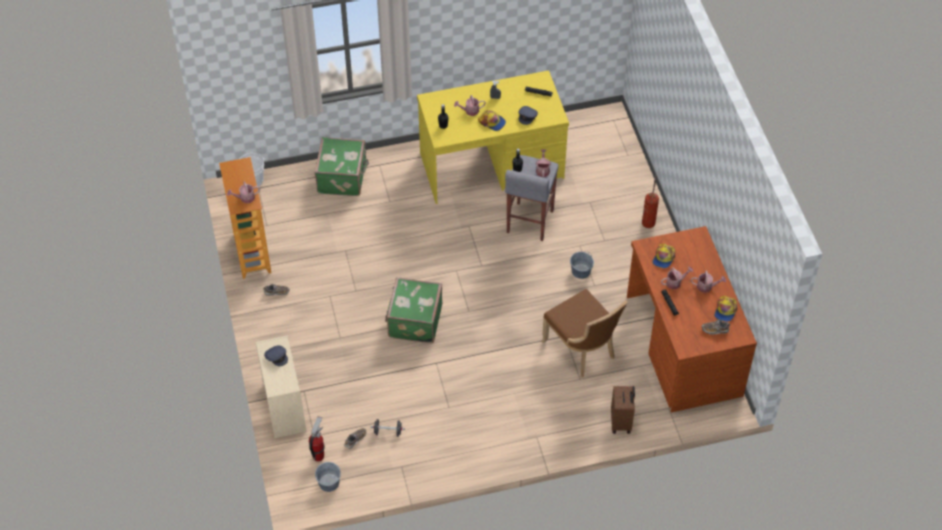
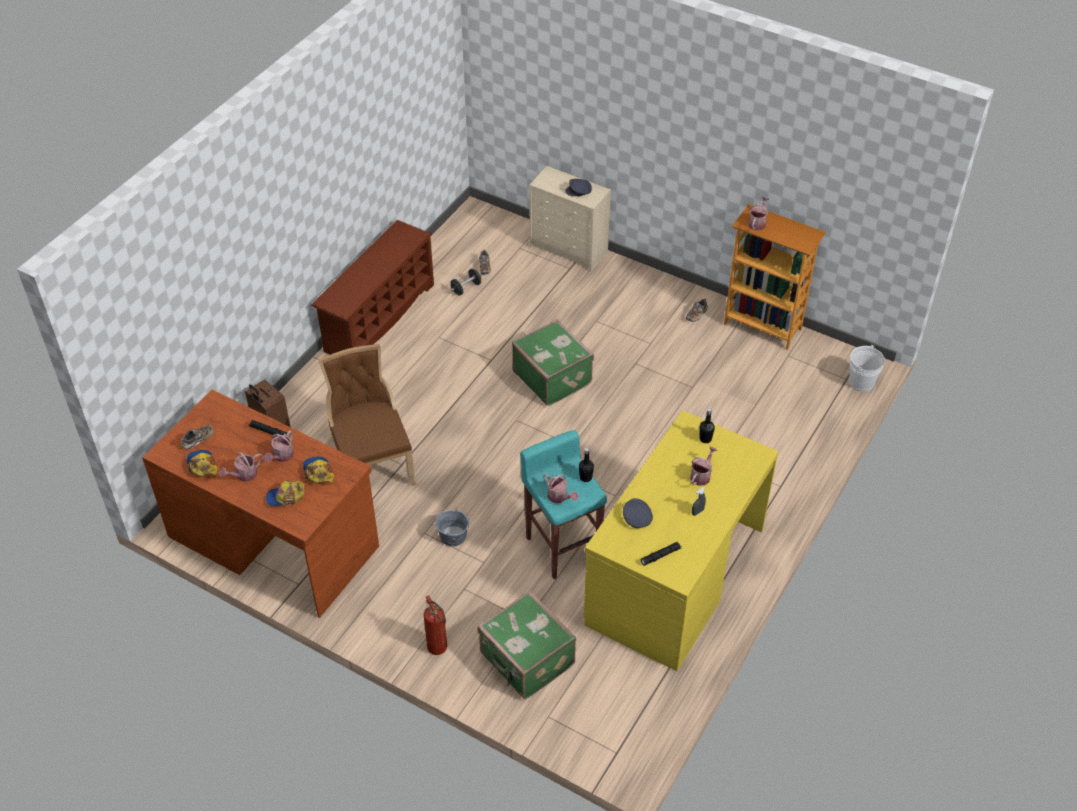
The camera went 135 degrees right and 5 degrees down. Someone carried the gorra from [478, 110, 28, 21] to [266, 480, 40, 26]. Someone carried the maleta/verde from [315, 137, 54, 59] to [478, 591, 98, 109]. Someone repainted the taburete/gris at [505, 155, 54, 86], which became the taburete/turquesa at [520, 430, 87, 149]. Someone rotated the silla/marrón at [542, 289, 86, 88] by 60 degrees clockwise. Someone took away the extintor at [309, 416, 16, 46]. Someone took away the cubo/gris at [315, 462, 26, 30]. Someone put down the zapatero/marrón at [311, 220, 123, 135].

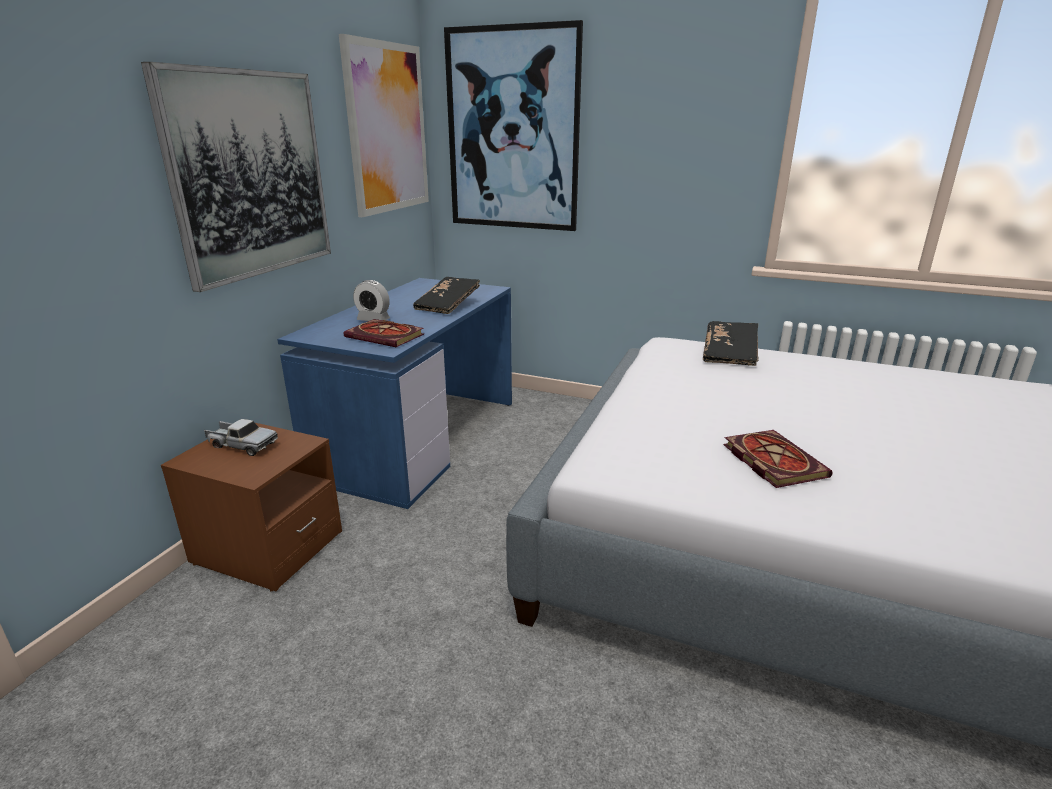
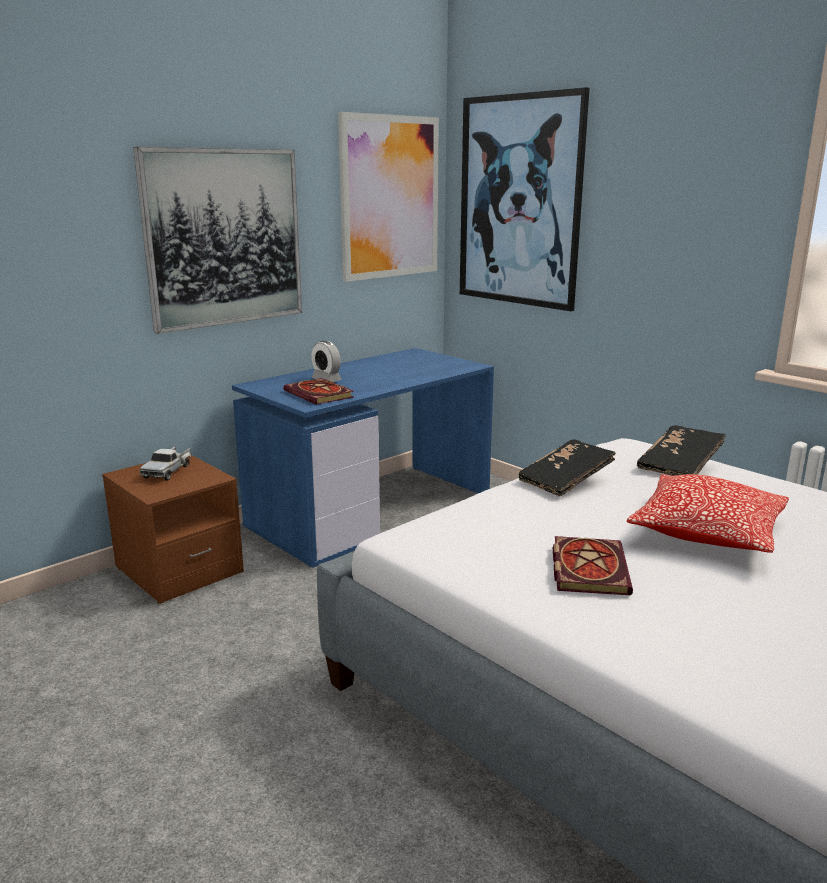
The camera went 25 degrees right and 5 degrees down. Someone carried the libro/negro from [413, 277, 67, 37] to [519, 439, 97, 58]. Someone rotated the camión de juguete at [204, 419, 74, 37] by 60 degrees clockwise. Someone put down the cojín at [627, 474, 162, 79].

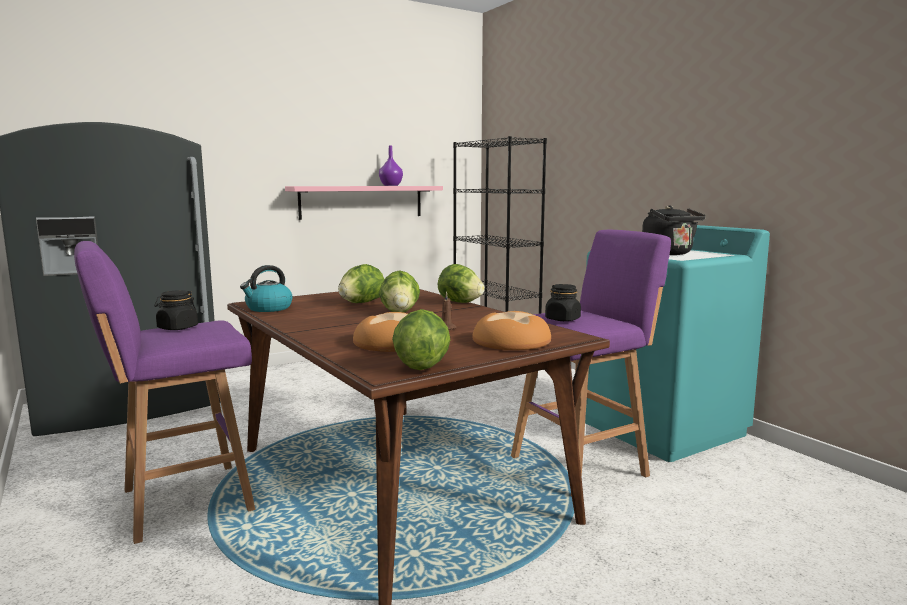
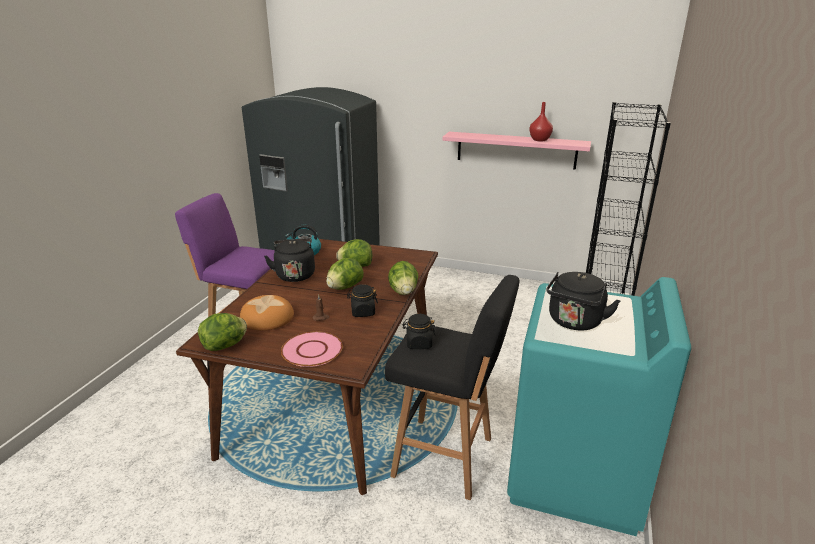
The camera went 50 degrees right and 15 degrees up. Someone repainted the florero/morado at [379, 145, 24, 41], which became the florero/rojo at [529, 102, 24, 39]. Someone repainted the taburete/morado at [511, 230, 160, 267], which became the taburete/negro at [385, 275, 135, 225]. Someone carried the tarro/negro from [155, 290, 43, 40] to [347, 284, 31, 33]. Someone swapped the pan at [472, 311, 79, 39] for the plato/rosa at [281, 332, 62, 35]. Someone put down the hervidor/negro at [264, 238, 51, 44].

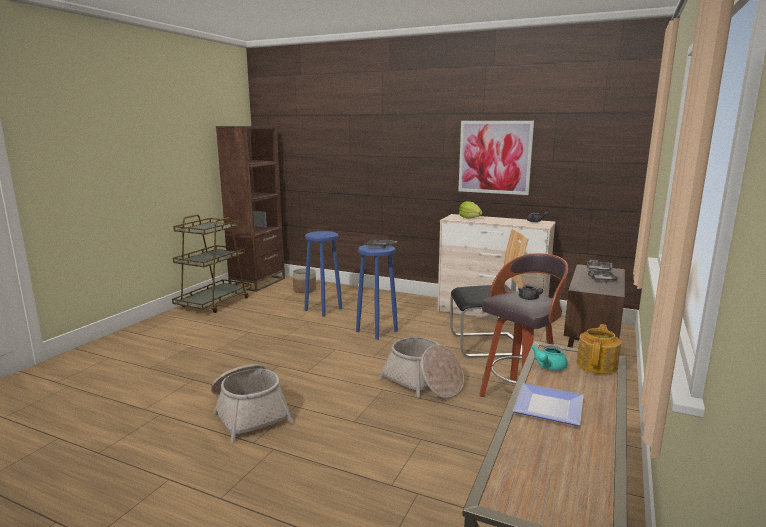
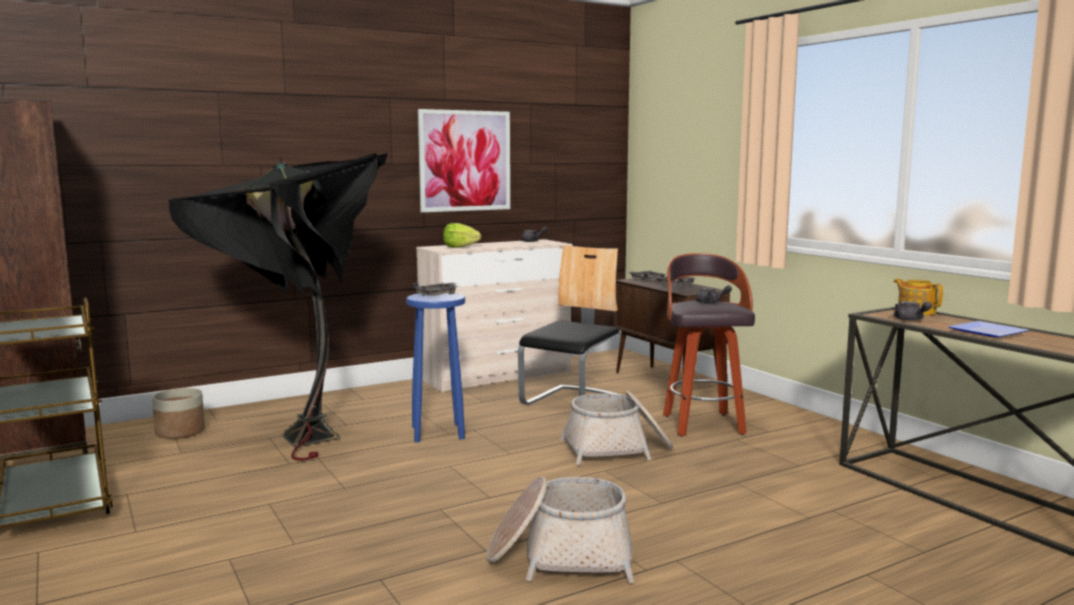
The camera went 55 degrees left and 5 degrees down. Someone swapped the taburete/azul at [305, 231, 37, 85] for the lámpara de pie/negro at [169, 153, 219, 307]. Someone repainted the tetera/turquesa at [531, 345, 37, 25], which became the tetera/gris at [894, 301, 38, 20].

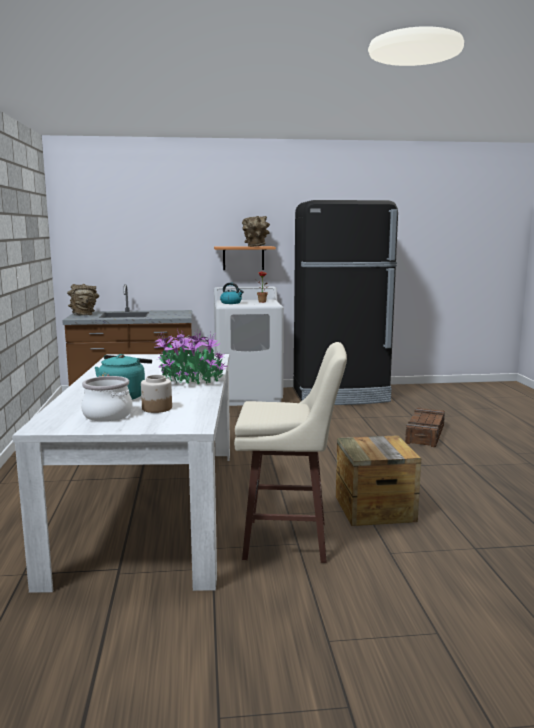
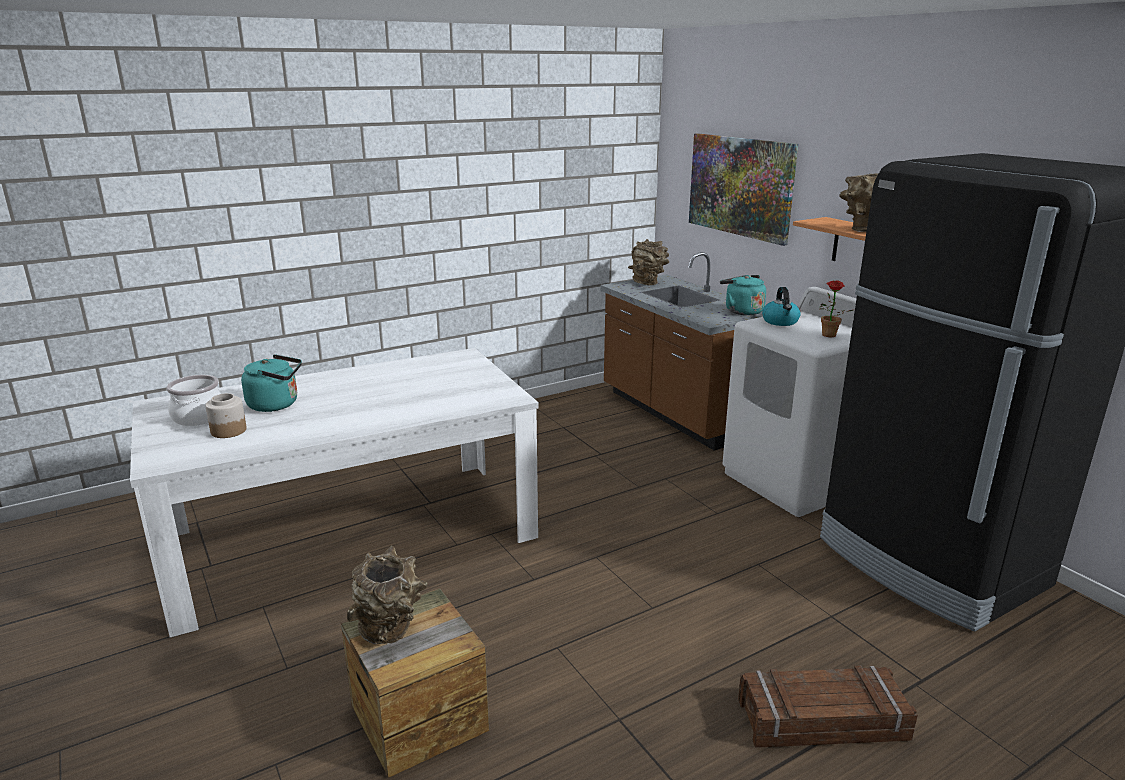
The camera went 65 degrees right and 10 degrees up. Someone took away the planta en maceta at [155, 329, 72, 55]. Someone took away the taburete/beis at [234, 342, 113, 221]. Someone put up the cuadro at [689, 133, 109, 113]. Someone put down the hervidor/turquesa at [720, 275, 46, 40]. Someone put down the florero/marrón at [347, 546, 81, 99].

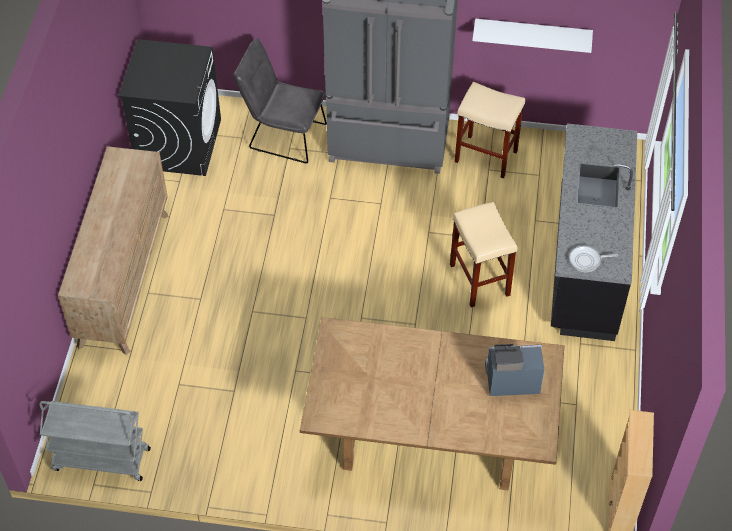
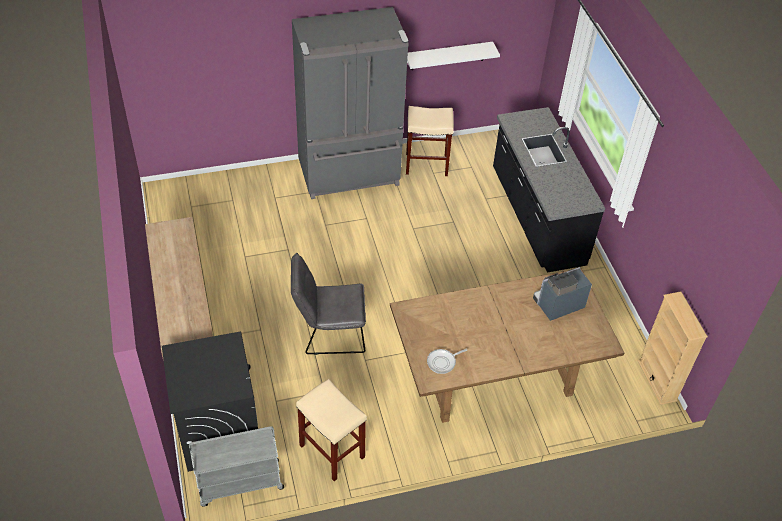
The camera went 25 degrees left and 5 degrees down. Someone carried the silla/gris from [233, 38, 94, 125] to [291, 253, 75, 102]. Someone carried the lavadora/negro from [119, 39, 102, 137] to [162, 332, 96, 140]. Someone carried the taburete/beis from [450, 202, 67, 105] to [296, 379, 71, 102]. Someone carried the sartén from [569, 246, 49, 26] to [427, 348, 40, 26].

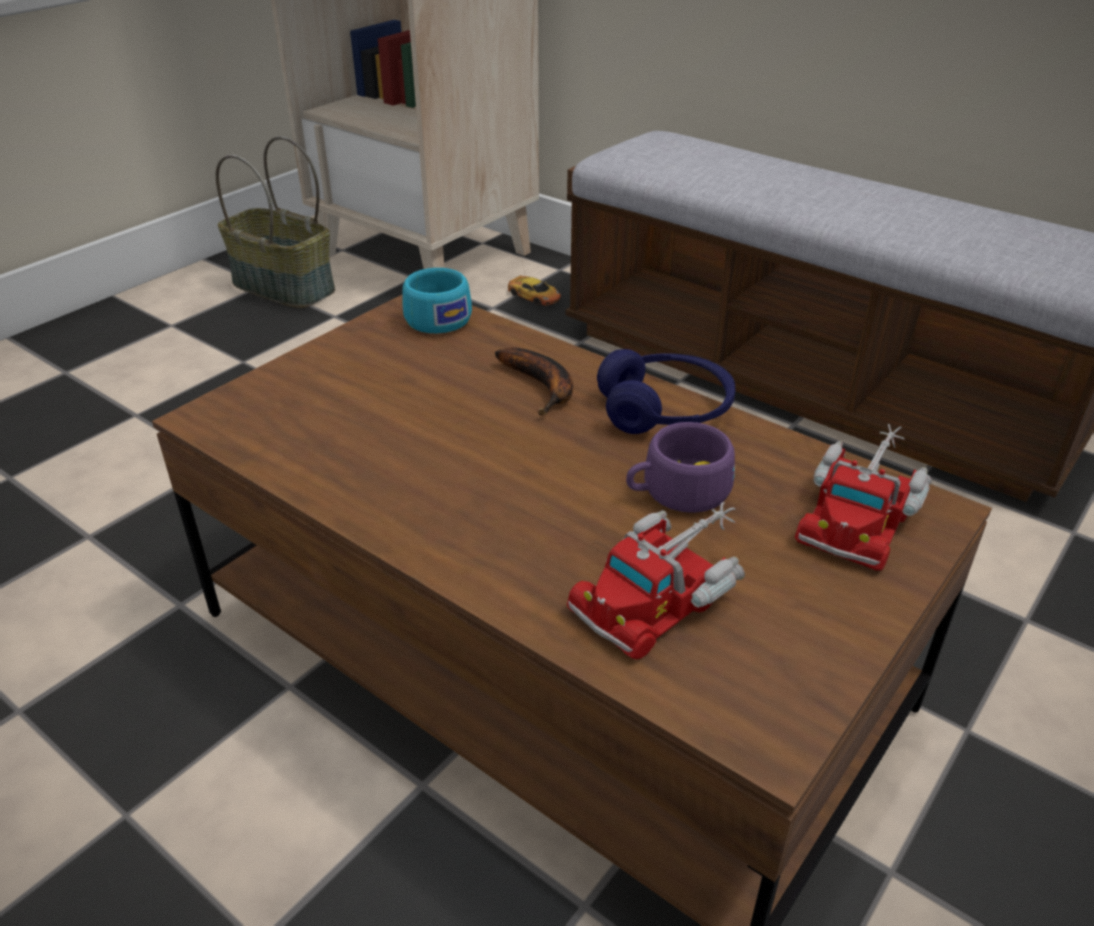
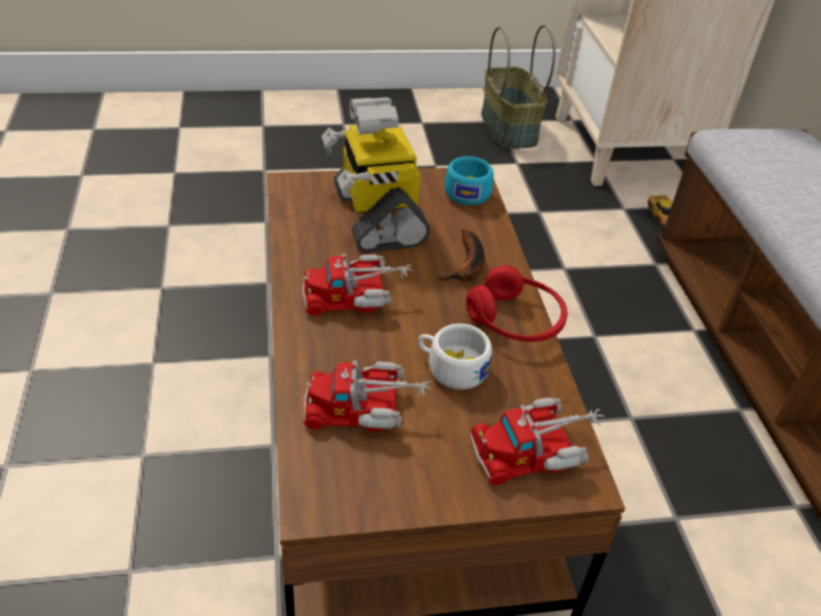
The camera went 40 degrees right and 5 degrees up. Someone repainted the auriculares/azul at [597, 349, 139, 85], which became the auriculares/rojo at [466, 265, 102, 77]. Someone repainted the taza/morado at [626, 422, 109, 91], which became the taza/blanco at [418, 323, 74, 67]. Someone put down the robot de juguete at [322, 97, 108, 156]. Someone put down the camión de juguete at [302, 254, 111, 62].

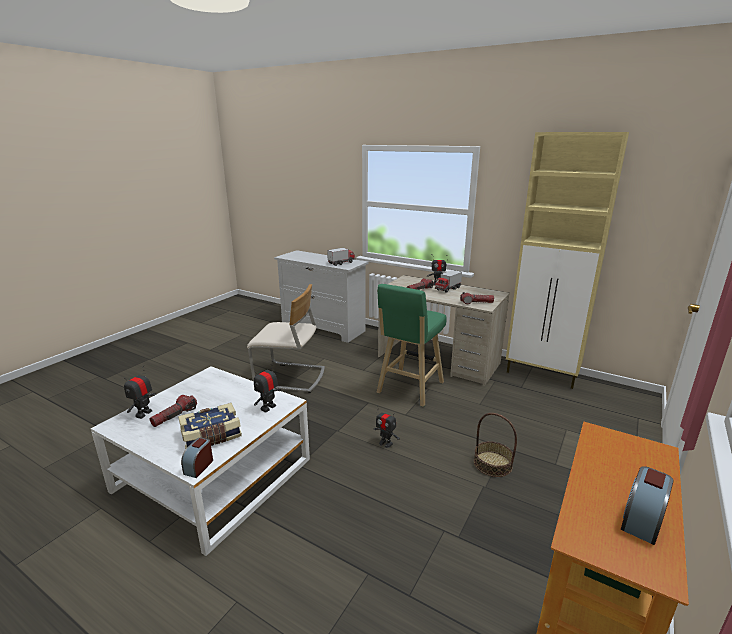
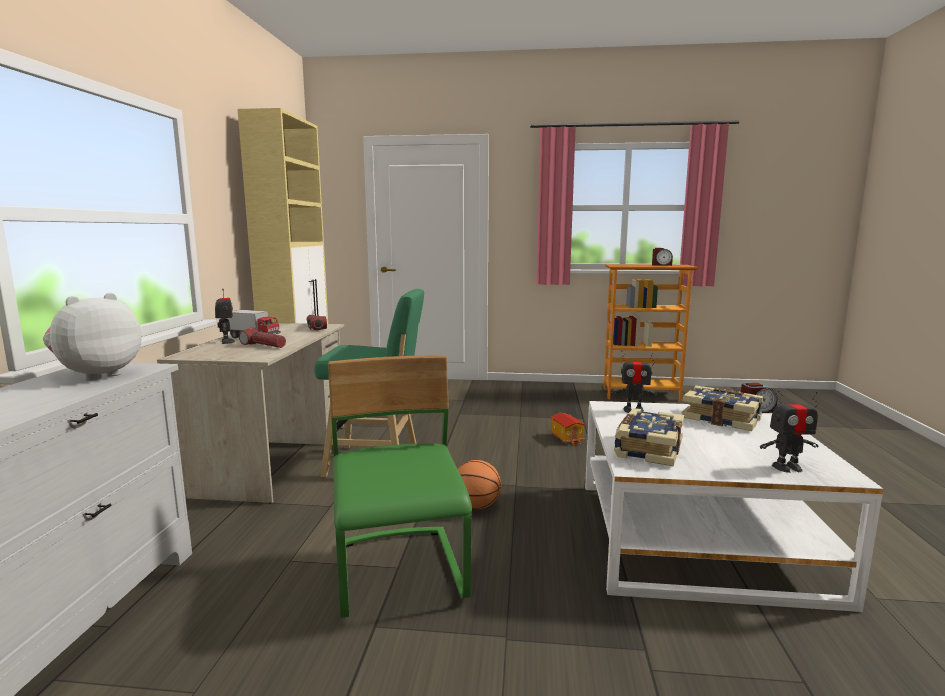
The camera went 115 degrees left and 10 degrees down. Someone swapped the camión de juguete at [327, 248, 28, 18] for the peluche at [43, 293, 99, 88]. Someone repainted the silla/beis at [247, 284, 78, 109], which became the silla/verde at [328, 355, 144, 263]. Someone took away the linterna at [150, 395, 47, 32]. Someone took away the robot de juguete at [373, 407, 27, 41]. Someone took away the cesta at [474, 413, 43, 64]. Someone put down the libro at [614, 408, 70, 58]. Someone put down the casita at [550, 413, 36, 32]. Someone put down the balón de baloncesto at [458, 460, 43, 49].

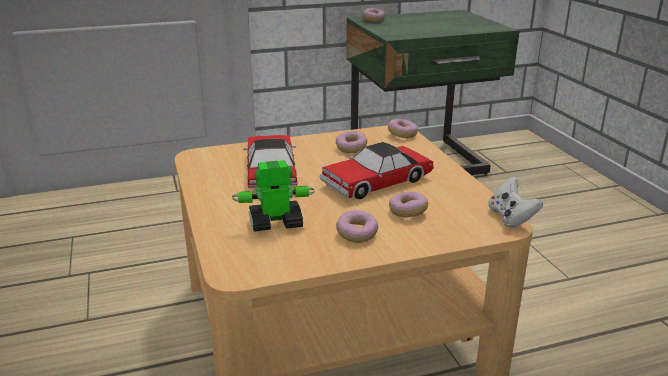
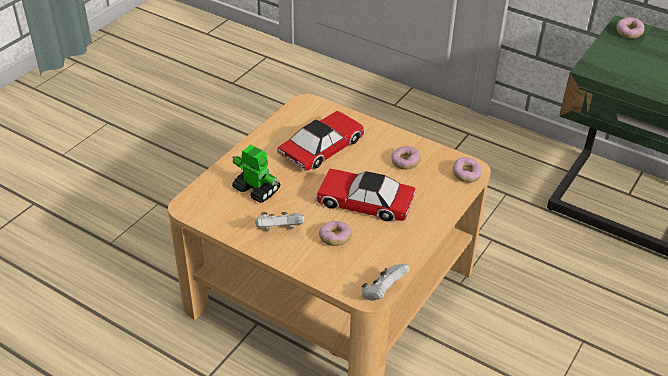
The camera went 50 degrees right and 15 degrees up. Someone swapped the rosquilla at [336, 210, 42, 33] for the mando de consola/blanco at [255, 212, 50, 19].

